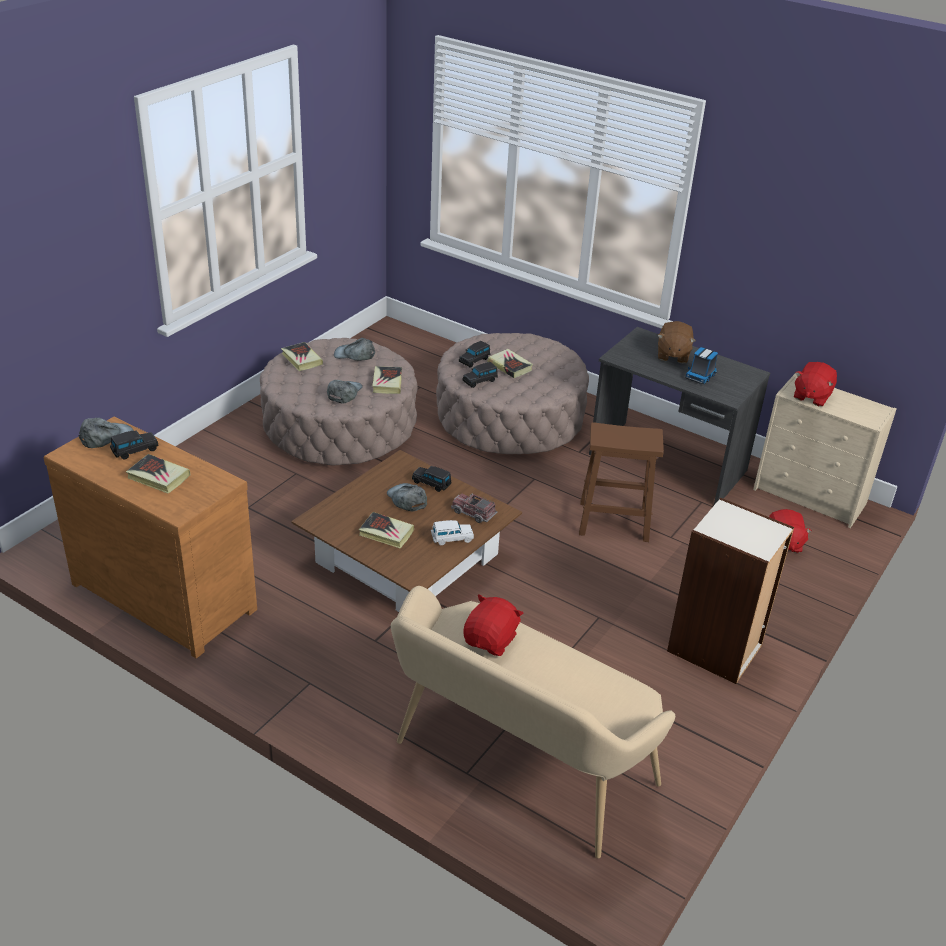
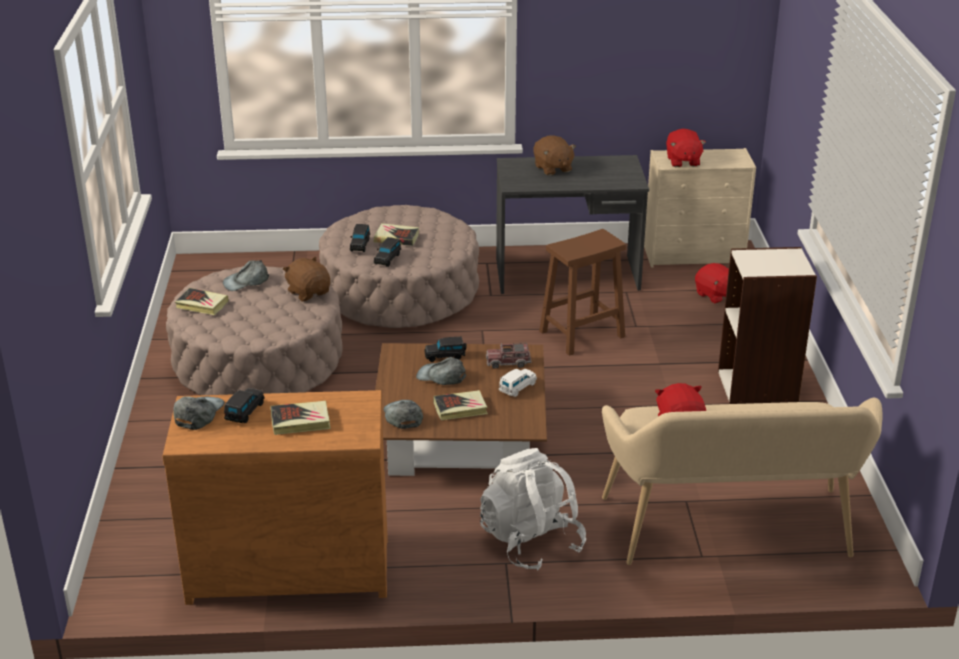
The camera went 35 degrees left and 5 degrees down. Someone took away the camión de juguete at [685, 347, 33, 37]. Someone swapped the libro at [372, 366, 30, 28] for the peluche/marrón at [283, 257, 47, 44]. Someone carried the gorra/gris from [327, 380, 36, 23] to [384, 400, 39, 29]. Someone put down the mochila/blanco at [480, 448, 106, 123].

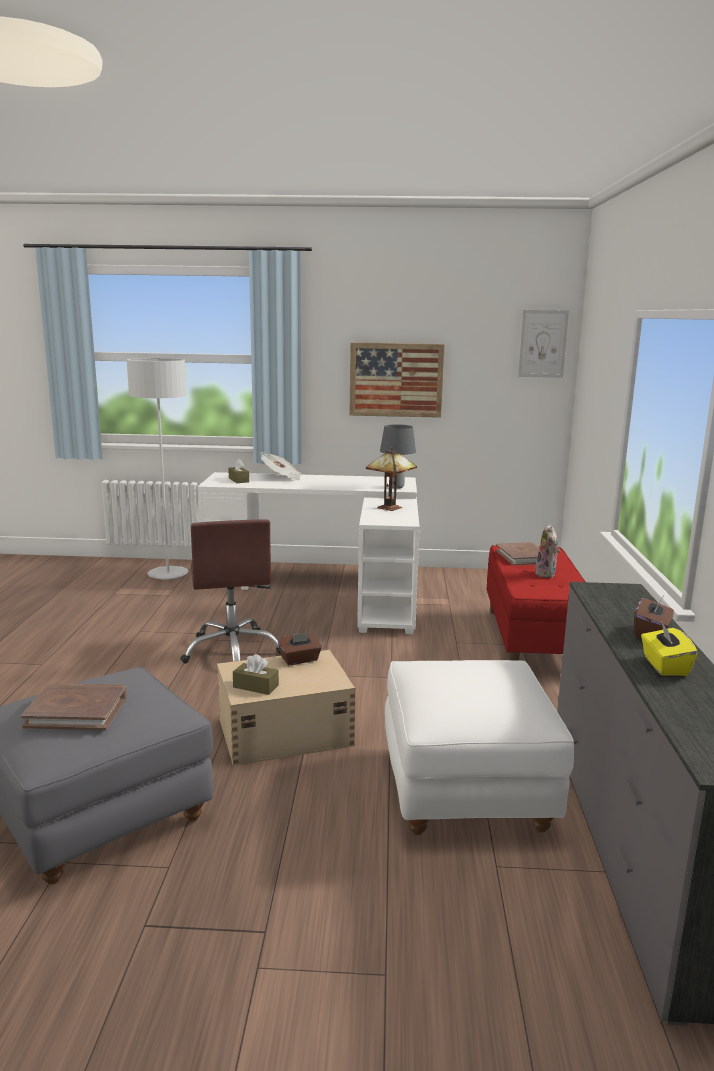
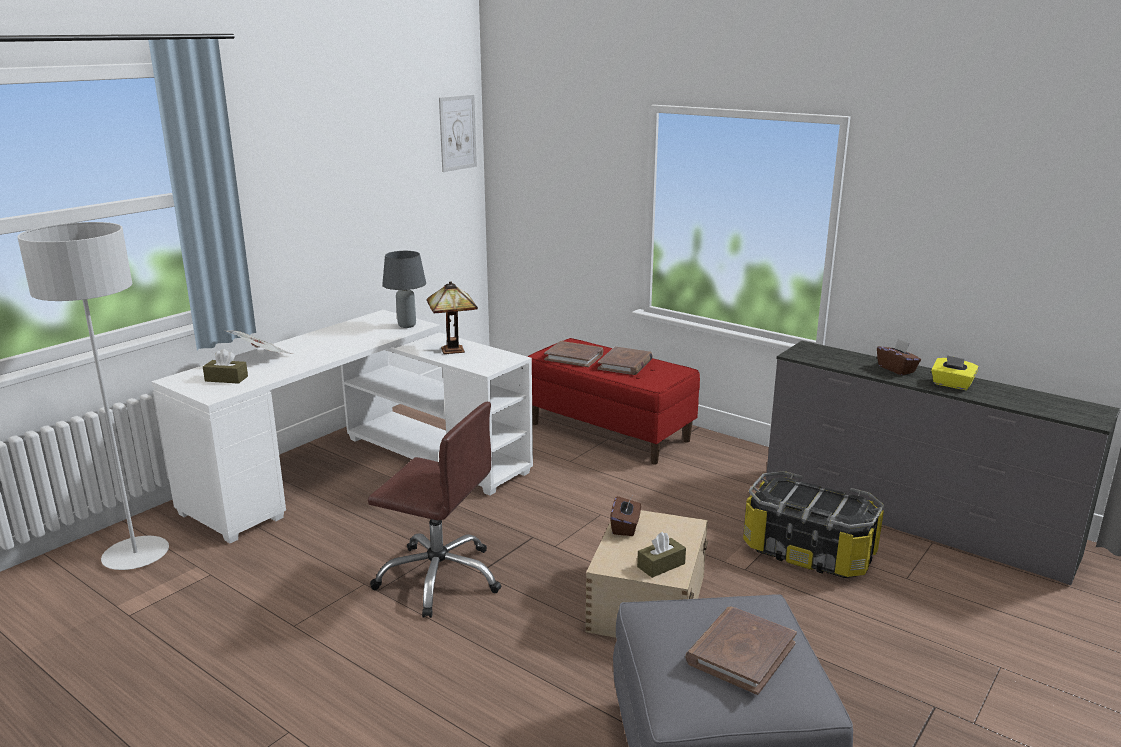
The camera went 55 degrees left and 5 degrees up. Someone took away the cuadro at [350, 342, 95, 76]. Someone swapped the peluche at [535, 524, 25, 54] for the libro/marrón at [598, 347, 55, 28]. Someone swapped the puf/blanco at [385, 660, 189, 175] for the caja de almacenaje at [743, 471, 141, 107].

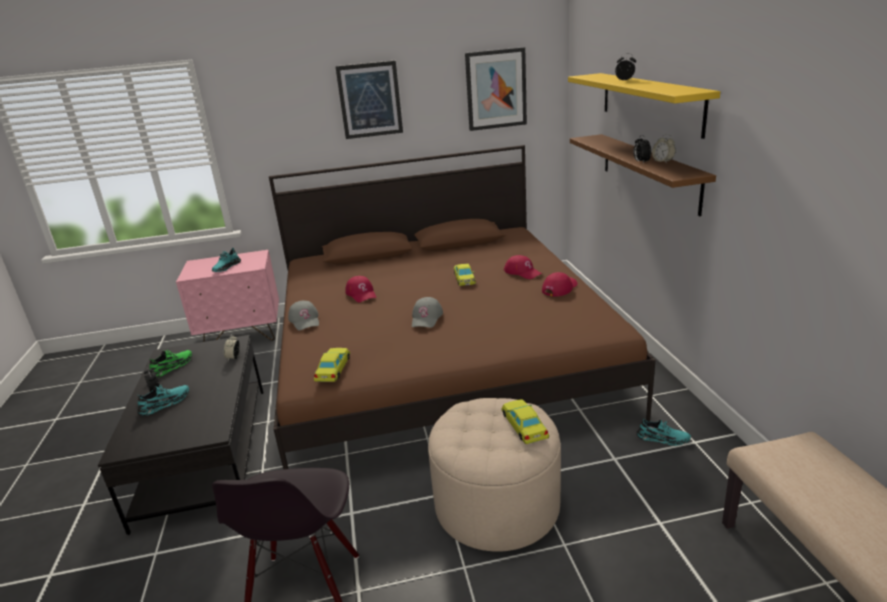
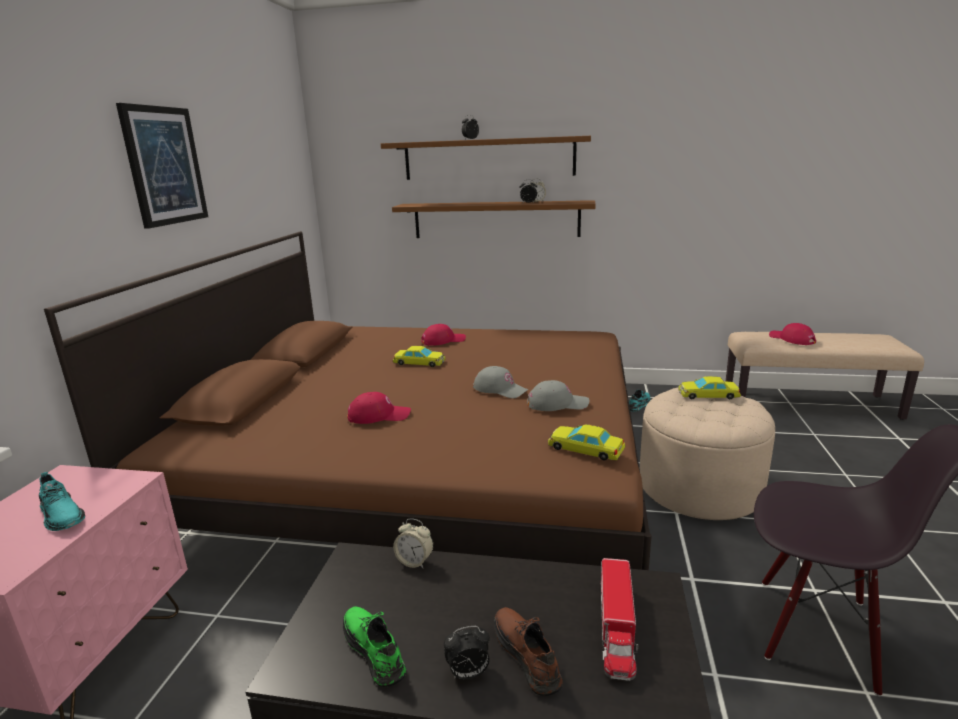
The camera went 70 degrees left and 5 degrees down. Someone took away the cuadro at [465, 47, 62, 84]. Someone repainted the estante/amarillo at [568, 73, 152, 66], which became the estante/marrón at [381, 136, 210, 44]. Someone carried the gorra/rojo from [542, 272, 36, 25] to [769, 323, 47, 22]. Someone carried the gorra/gris from [288, 301, 31, 30] to [527, 380, 62, 31]. Someone repainted the zapato/turquesa at [137, 385, 52, 31], which became the zapato/marrón at [494, 607, 69, 89]. Someone put down the camión de juguete at [601, 558, 38, 123].

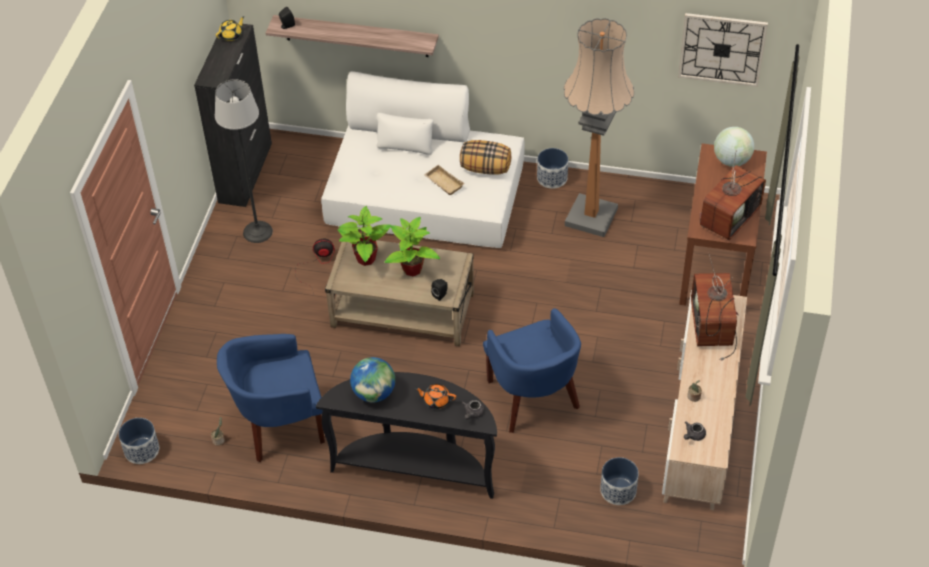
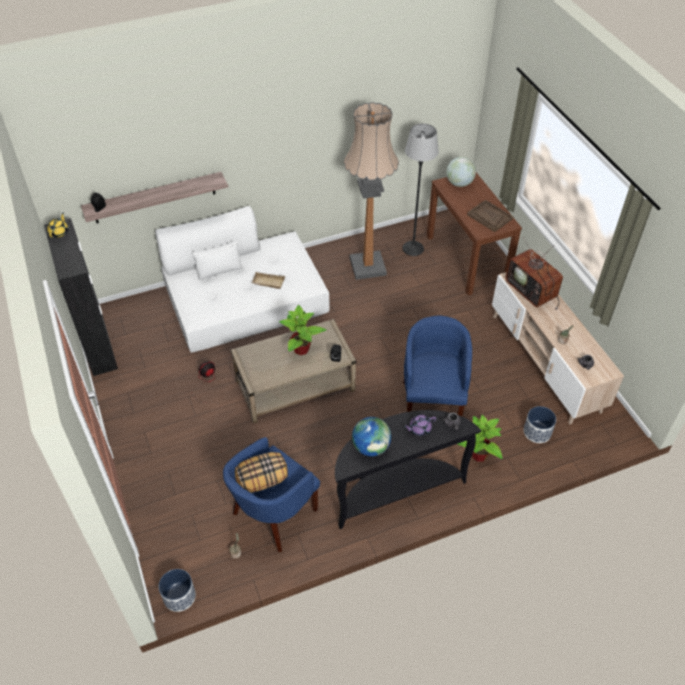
The camera went 35 degrees left and 0 degrees up. Someone took away the reloj de pared at [678, 13, 90, 74]. Someone carried the lámpara de pie from [215, 79, 58, 164] to [402, 124, 37, 132]. Someone carried the cojín from [460, 140, 51, 35] to [235, 452, 53, 41]. Someone took away the maceta at [537, 148, 31, 41]. Someone swapped the televisor at [700, 150, 66, 90] for the bandeja/marrón at [467, 200, 46, 32]. Someone carried the planta en maceta from [338, 206, 53, 60] to [458, 415, 45, 47]. Someone rotated the sillón/azul at [483, 308, 98, 125] by 120 degrees counterclockwise. Someone repainted the tetera/naranja at [415, 384, 41, 25], which became the tetera/morado at [404, 414, 32, 22].

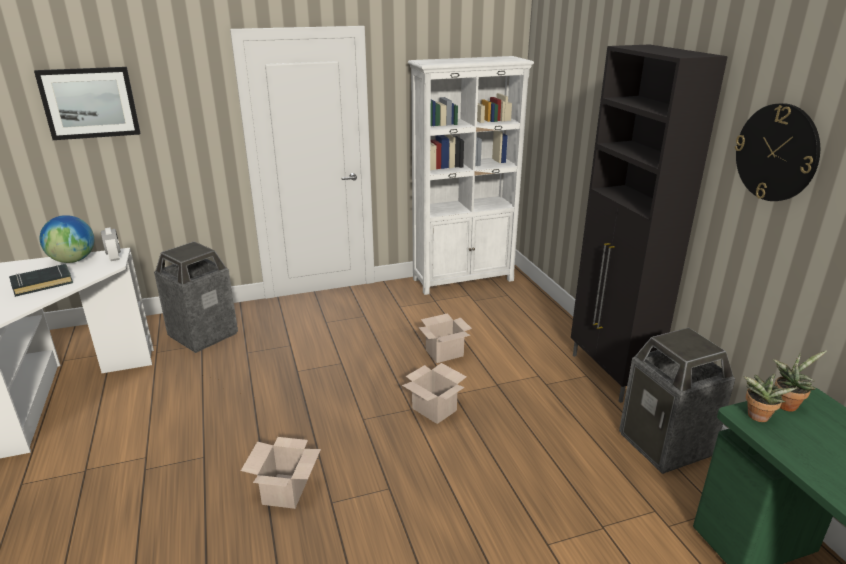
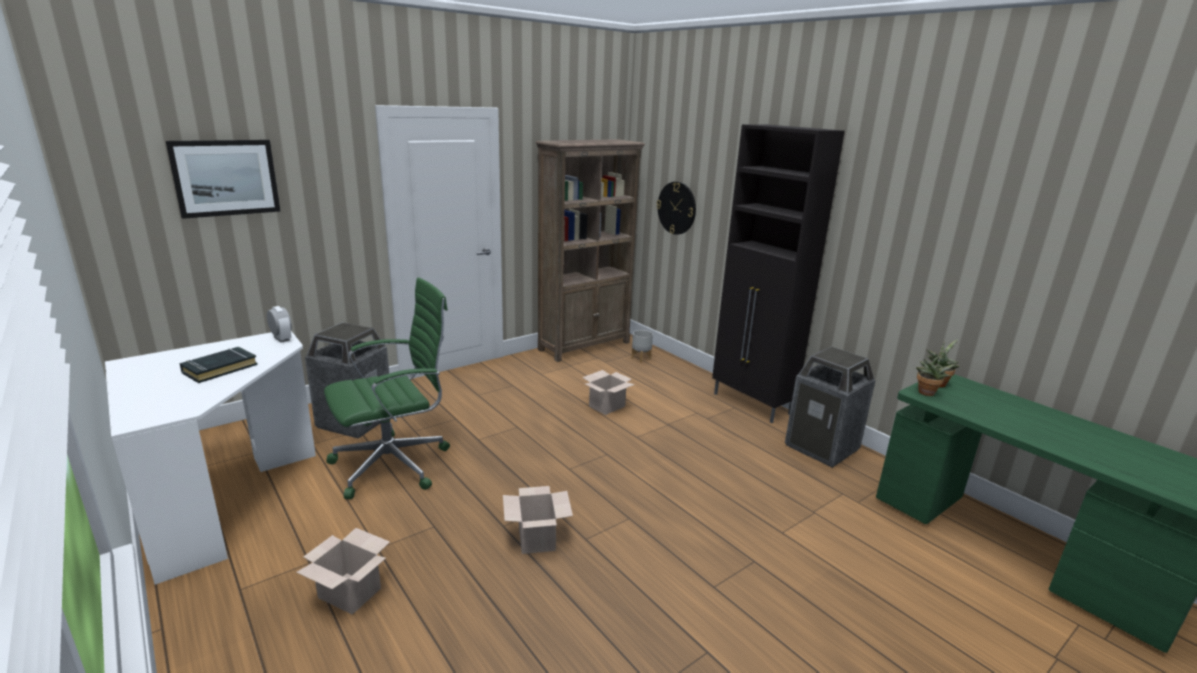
The camera went 20 degrees left and 5 degrees down. Someone repainted the estantería/blanco at [408, 56, 126, 239], which became the estantería/marrón at [536, 139, 109, 223]. Someone carried the reloj de pared from [735, 103, 85, 98] to [656, 182, 40, 53]. Someone took away the globo terráqueo at [40, 215, 54, 48]. Someone carried the caja de cartón from [402, 363, 65, 61] to [296, 528, 94, 87]. Someone put down the silla de oficina/verde at [324, 277, 126, 222]. Someone put down the maceta/gris at [631, 330, 22, 33].

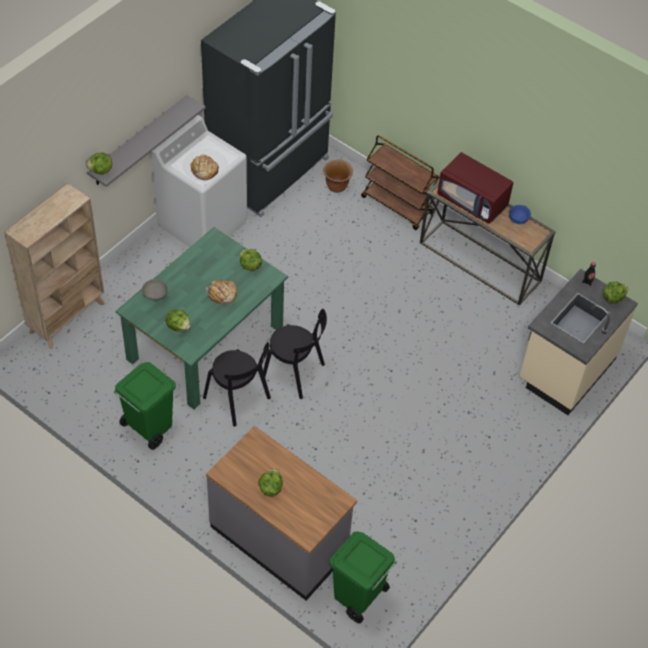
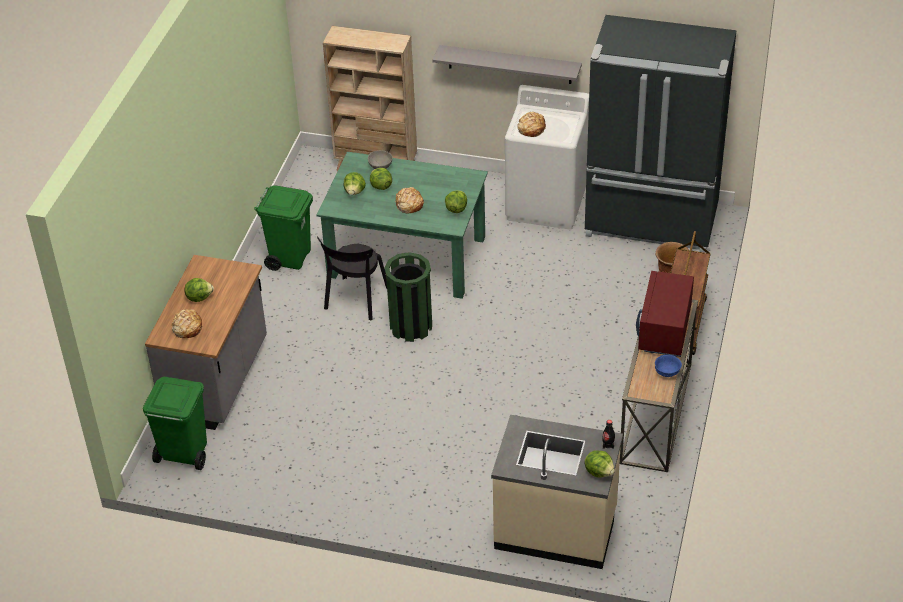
The camera went 70 degrees right and 10 degrees down. Someone carried the lechuga from [86, 153, 26, 22] to [370, 168, 22, 22]. Someone swapped the silla/negro at [263, 309, 64, 90] for the papelera/verde at [384, 252, 48, 90]. Someone put down the pan at [172, 309, 30, 29].

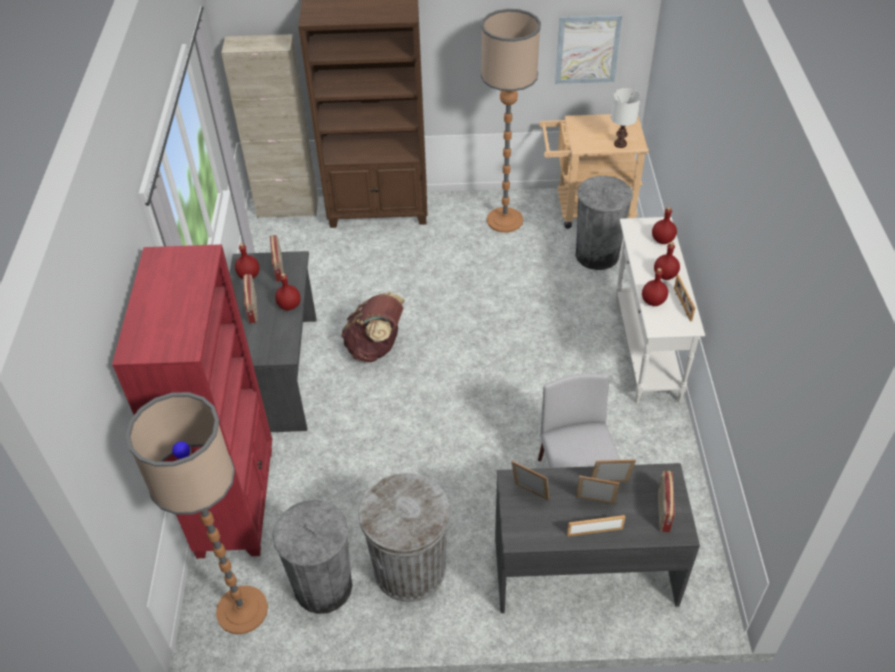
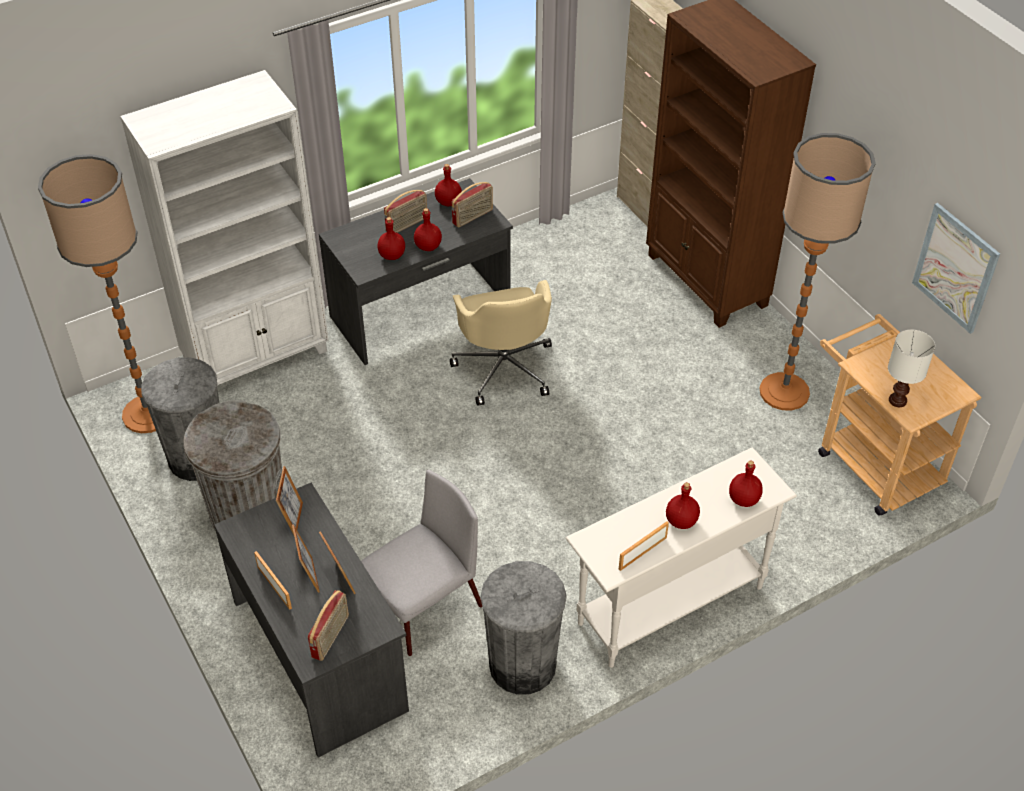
The camera went 60 degrees right and 0 degrees up. Someone carried the papelera/gris from [575, 176, 58, 94] to [480, 561, 87, 134]. Someone repainted the estantería/rojo at [112, 244, 160, 314], which became the estantería/blanco at [120, 70, 209, 315]. Someone carried the botella/rojo from [642, 268, 26, 38] to [378, 217, 27, 43]. Someone swapped the mochila/marrón at [341, 292, 64, 70] for the silla de oficina/beis at [450, 280, 102, 126]. Someone rotated the radio at [658, 471, 17, 61] by 135 degrees clockwise.

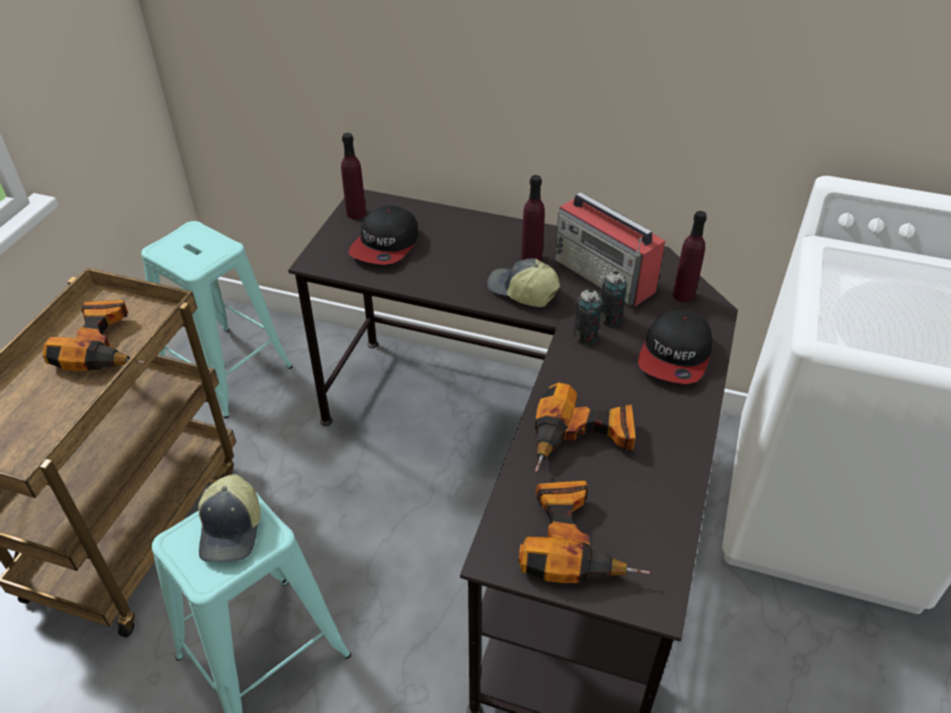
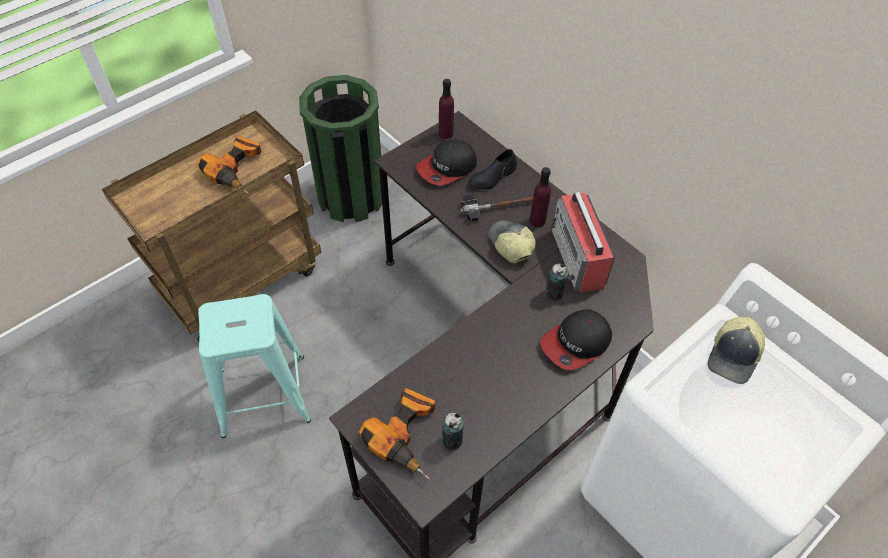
The camera went 30 degrees right and 10 degrees up. Someone took away the botella/morado at [673, 211, 34, 91]. Someone swapped the taburete/turquesa at [141, 221, 152, 198] for the papelera/verde at [299, 75, 83, 147]. Someone carried the lata from [574, 289, 28, 56] to [442, 413, 22, 37]. Someone took away the taladro at [535, 382, 100, 91]. Someone carried the gorra from [199, 474, 62, 88] to [708, 317, 57, 67]. Someone put down the zapato/negro at [469, 149, 48, 40]. Someone put down the martillo at [460, 195, 73, 27].

